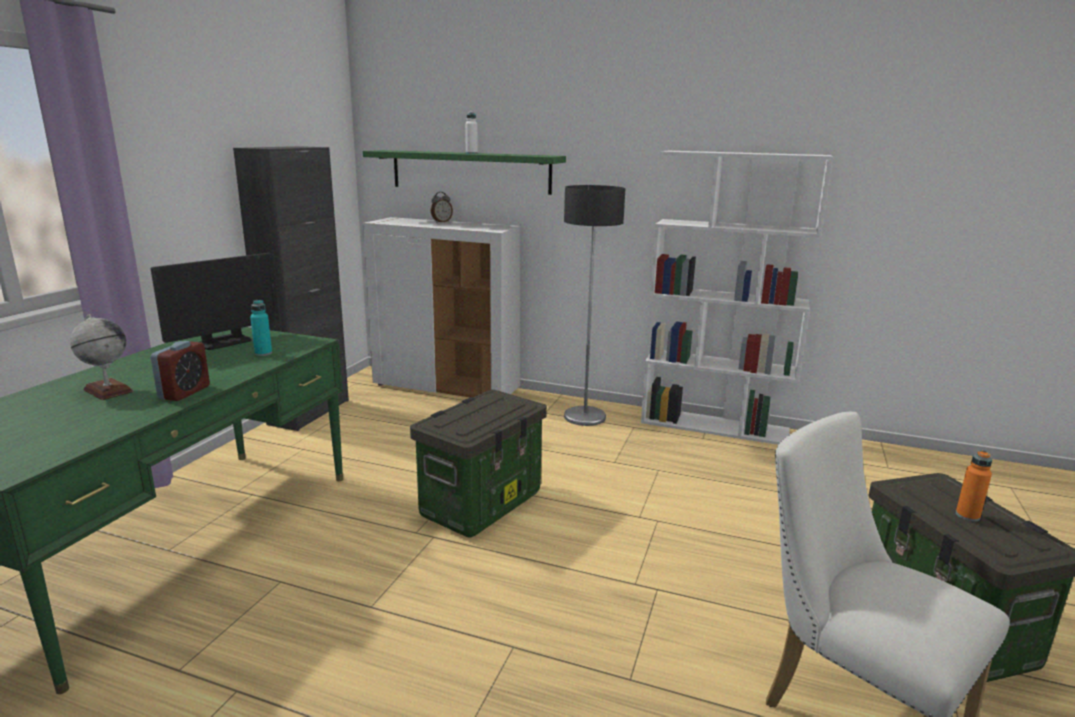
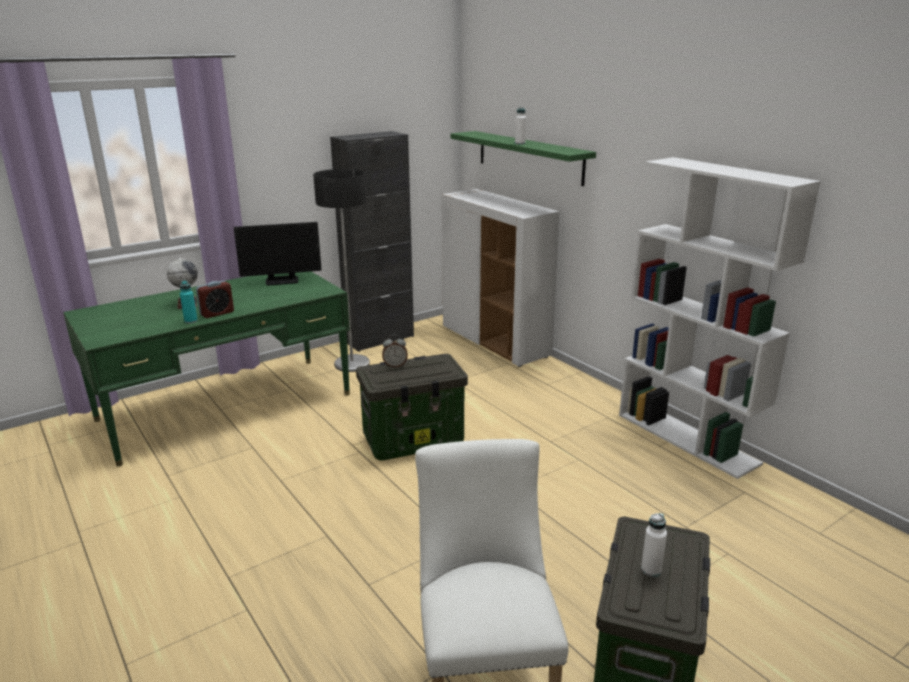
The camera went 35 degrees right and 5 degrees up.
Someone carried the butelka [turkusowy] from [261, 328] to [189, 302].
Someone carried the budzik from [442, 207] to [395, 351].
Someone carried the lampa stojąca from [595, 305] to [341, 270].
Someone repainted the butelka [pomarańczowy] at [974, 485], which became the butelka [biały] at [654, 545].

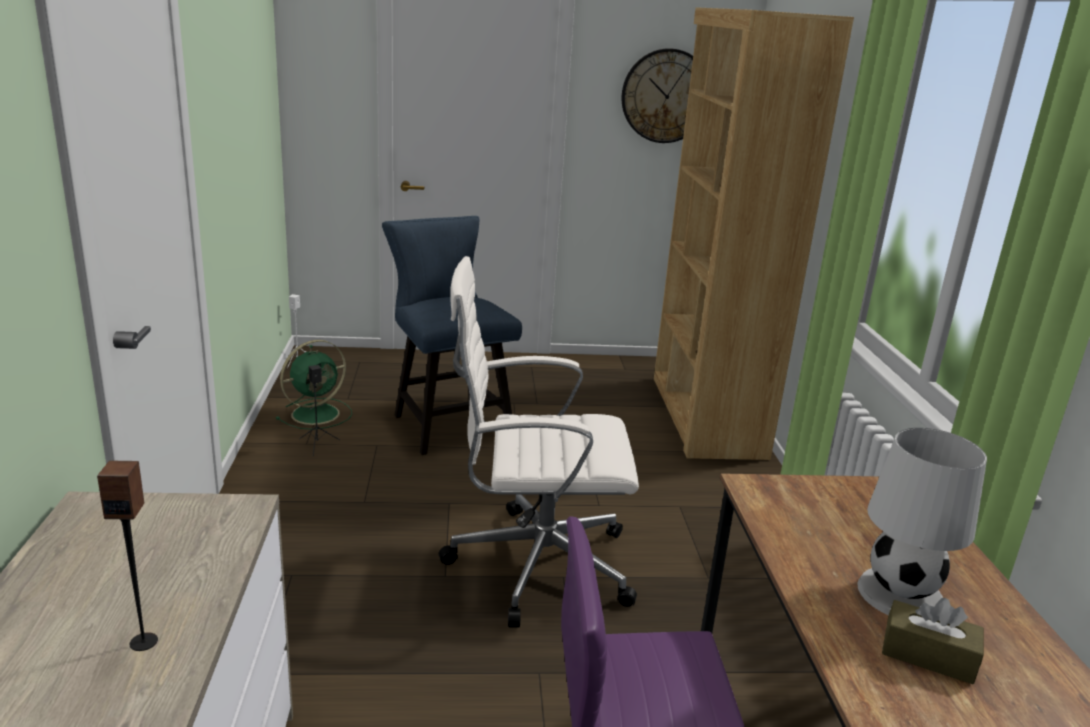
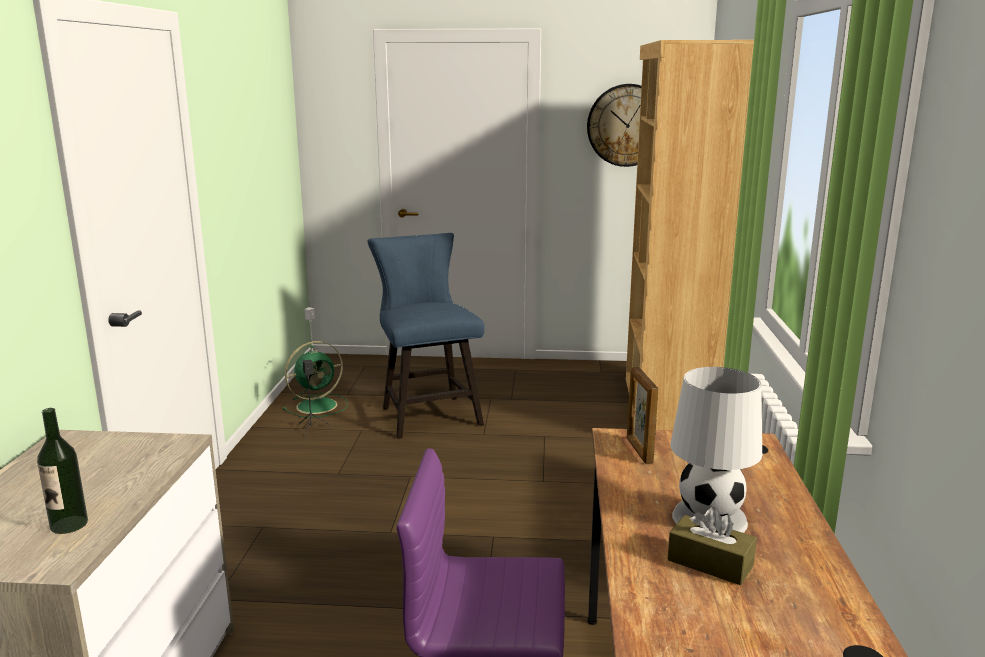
The camera went 10 degrees right and 5 degrees down.
Someone took away the krzesło biurowe [biały] at [539, 442].
Someone put down the ramka na zdjęcie at [642, 415].
Someone swapped the głośnik at [127, 555] for the butelka at [62, 471].

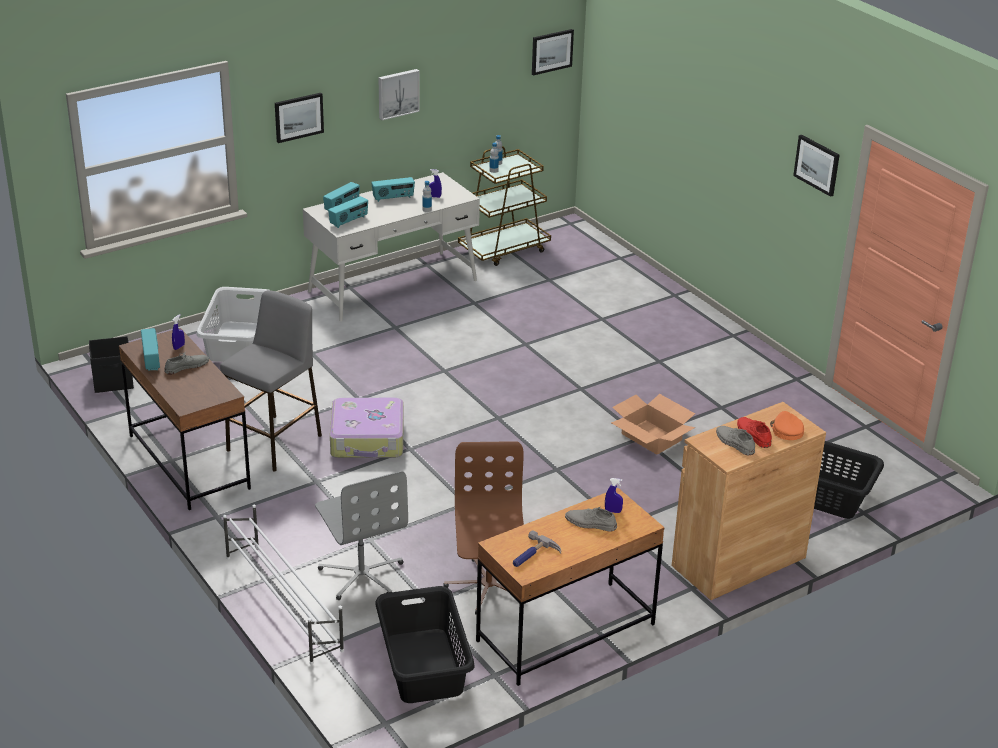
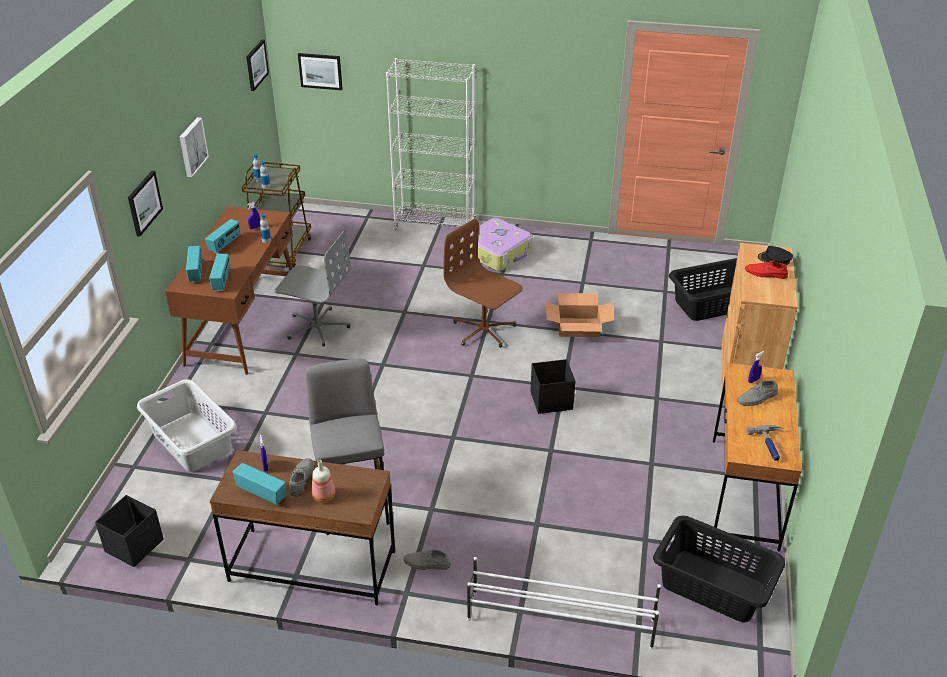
The camera went 45 degrees left and 5 degrees up.
Someone put down the butelka at [323, 481].
Someone put down the regał [biały] at [431, 144].
Someone put down the pojemnik do przechowywania [czarny] at [552, 386].
Someone carried the krzesło biurowe [szary] from [361, 535] to [313, 288].
Someone carried the walizka from [367, 428] to [497, 244].
Someone carried the krzesło biurowe [brązowy] from [485, 527] to [483, 283].
Someone carried the but [szary] from [735, 440] to [427, 559].
Someone carried the obraz from [816, 166] to [320, 71].
Someone repainted the biurko [biały] at [391, 247], which became the biurko [brązowy] at [229, 290].
Someone repainted the czapka z daszkiem [pomarańczowy] at [787, 425], which became the czapka z daszkiem [czarny] at [775, 256].

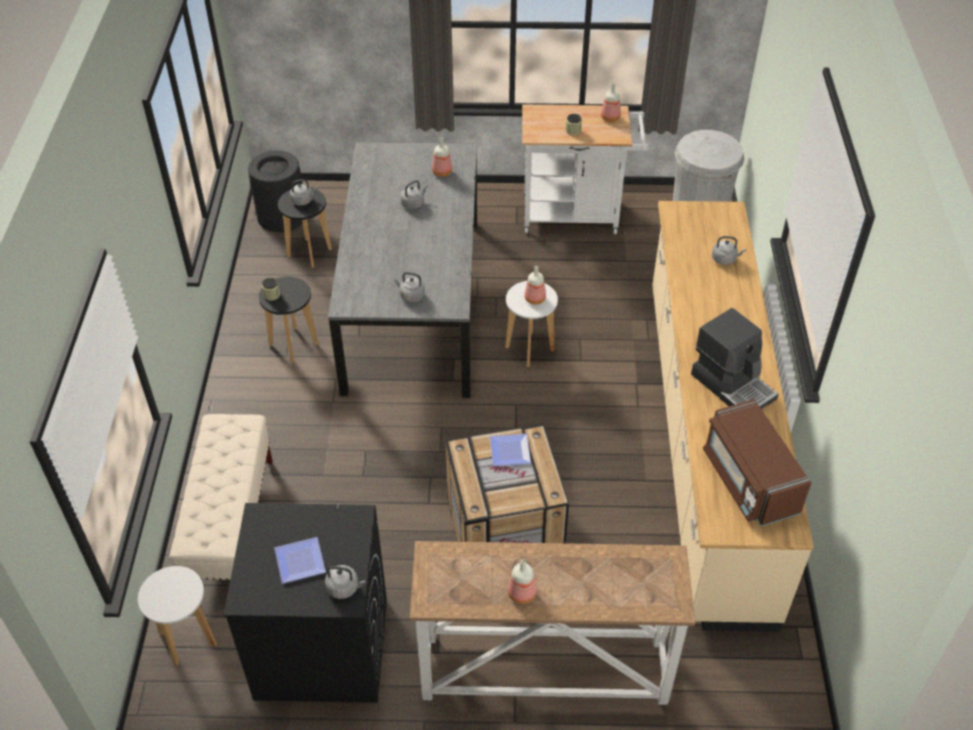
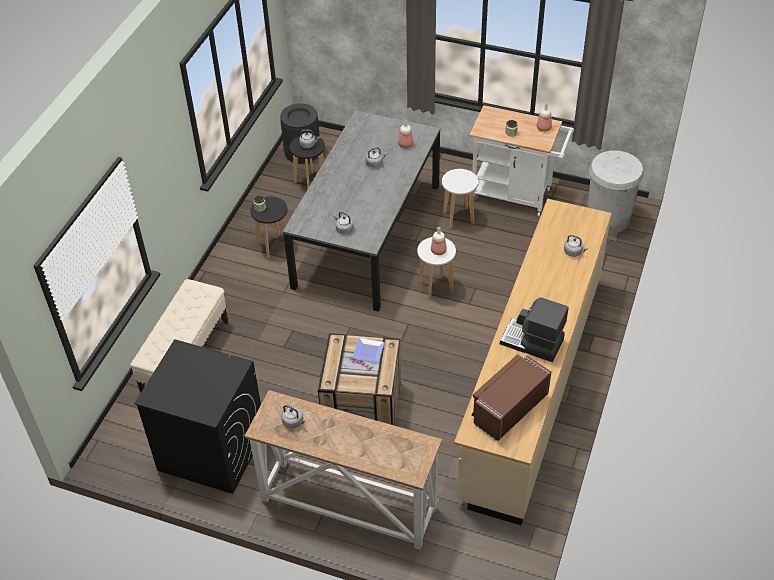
The camera went 20 degrees right and 0 degrees up.
Someone took away the talerz at [300, 560].
Someone took away the butelka at [522, 581].
Someone carried the stołek [biały] from [177, 616] to [460, 199].
Someone carried the czajnik [szary] from [345, 582] to [293, 417].
Someone rotated the ekspres do kawy at [735, 358] by 135 degrees clockwise.
Someone rotated the mikrofalówka [brązowy] at [757, 462] by 45 degrees clockwise.

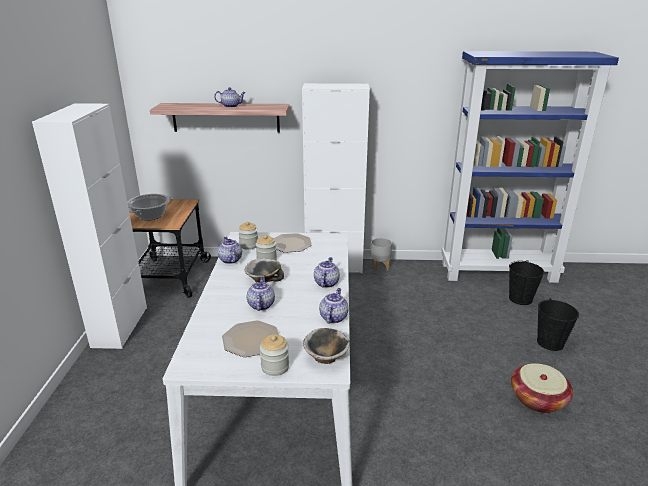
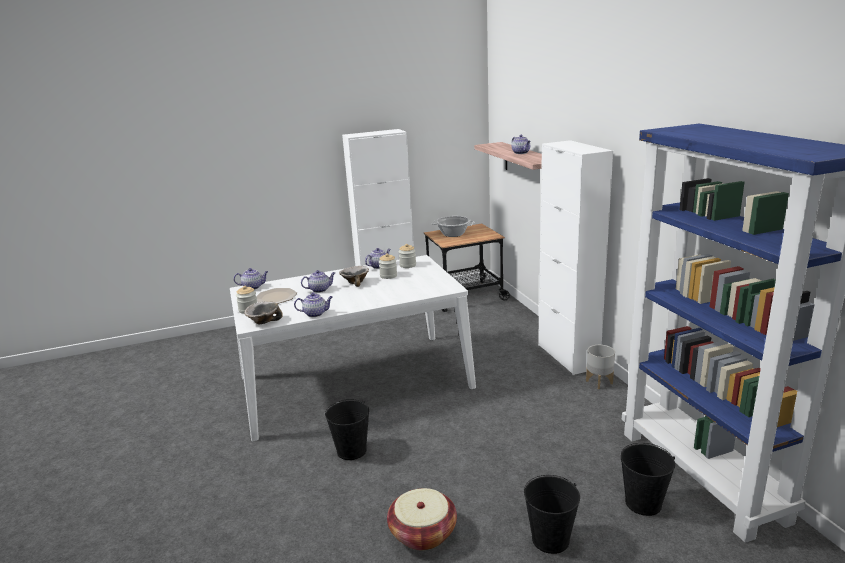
The camera went 70 degrees right and 5 degrees down.
Someone took away the talerz at [293, 243].
Someone put down the wiadro [czarny] at [347, 429].
Someone carried the imbryk from [327, 272] to [251, 279].

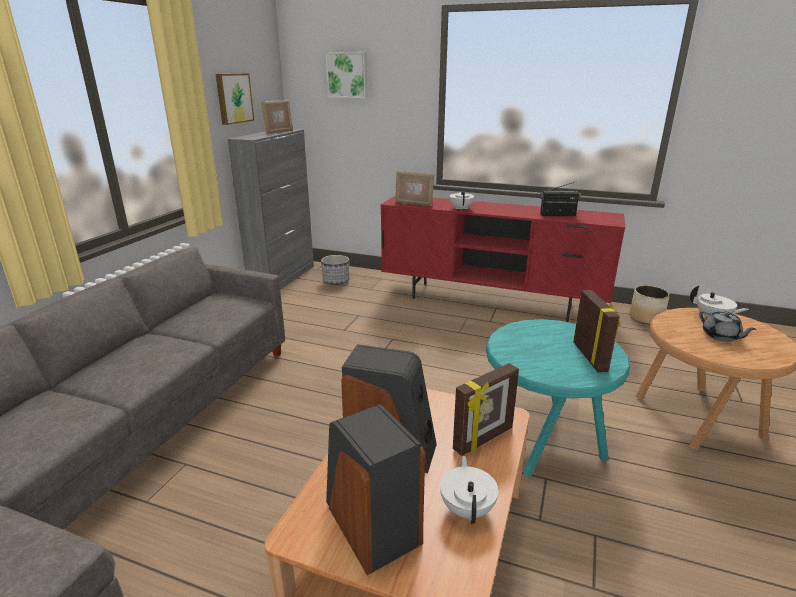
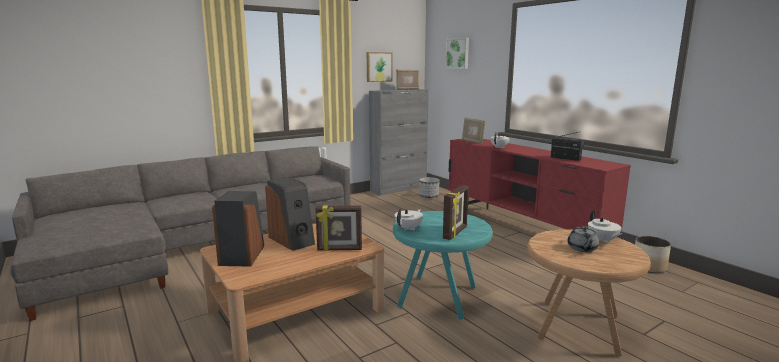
The camera went 35 degrees right and 10 degrees down.
Someone carried the imbryk [biały] from [469, 490] to [409, 220].

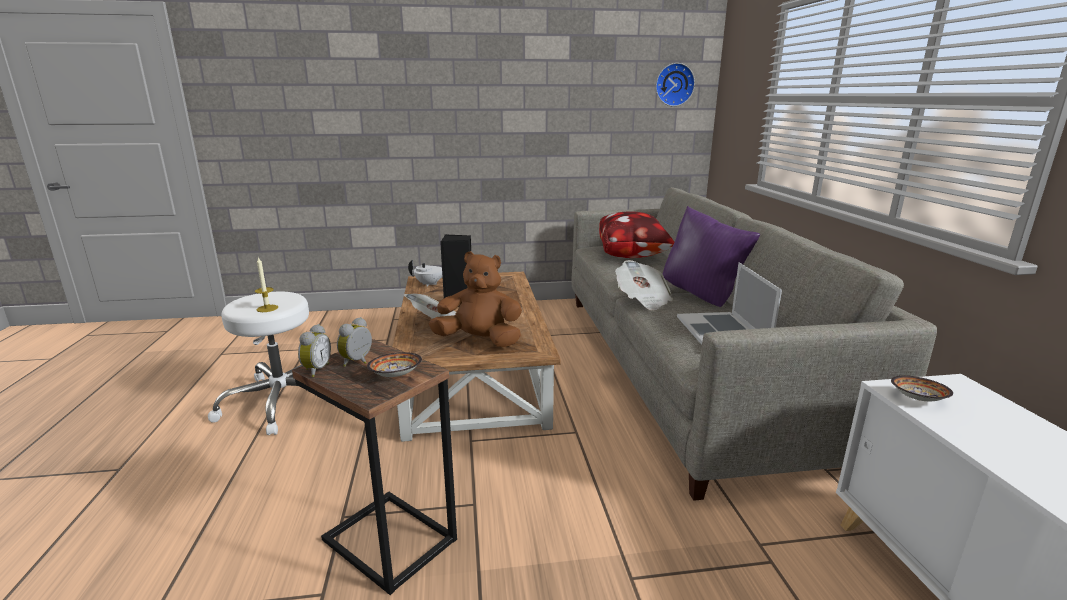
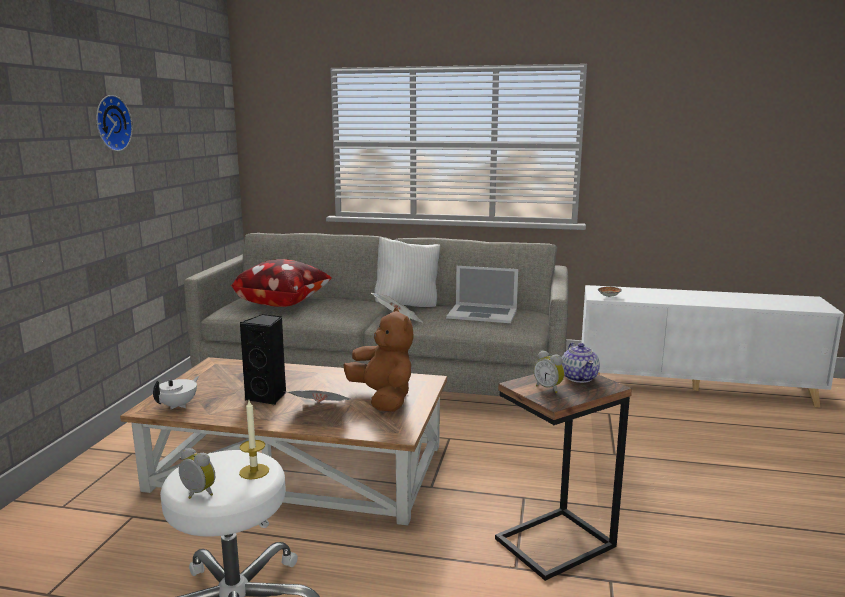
The camera went 70 degrees left and 5 degrees down.
Someone carried the budzik from [314, 350] to [197, 473].
Someone carried the zegar ścienny from [675, 84] to [114, 123].
Someone swapped the miska at [394, 364] for the imbryk at [581, 362].
Someone repainted the poduszka [fioletowy] at [711, 256], which became the poduszka [biały] at [407, 272].
Someone rotated the pluszak [brązowy] at [475, 299] by 120 degrees clockwise.

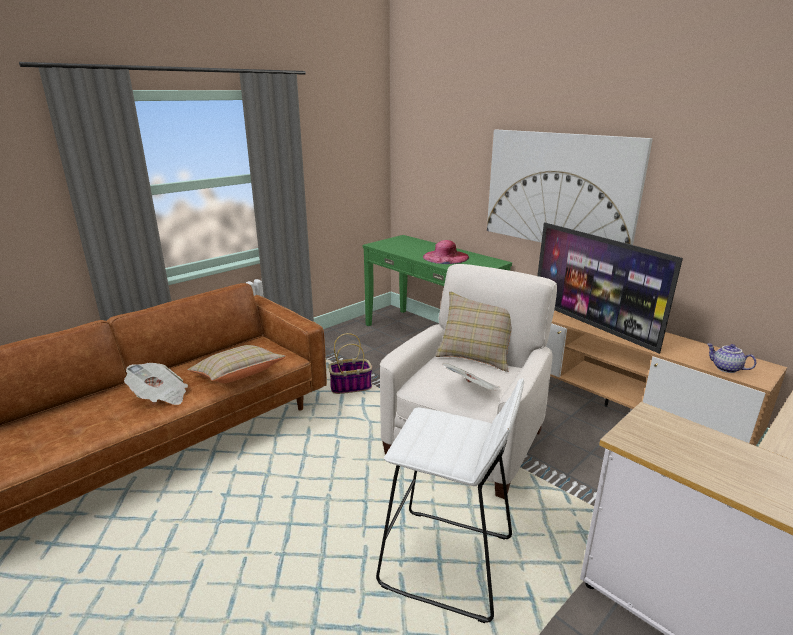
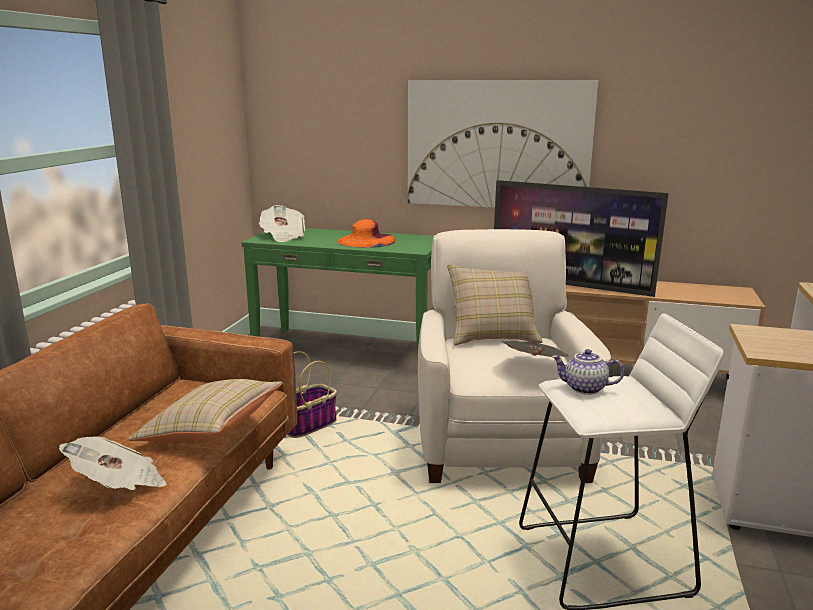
The camera went 30 degrees left and 5 degrees down.
Someone put down the gazeta at [282, 223].
Someone carried the imbryk from [731, 358] to [587, 372].
Someone repainted the kapelusz [różowy] at [446, 252], which became the kapelusz [pomarańczowy] at [366, 233].

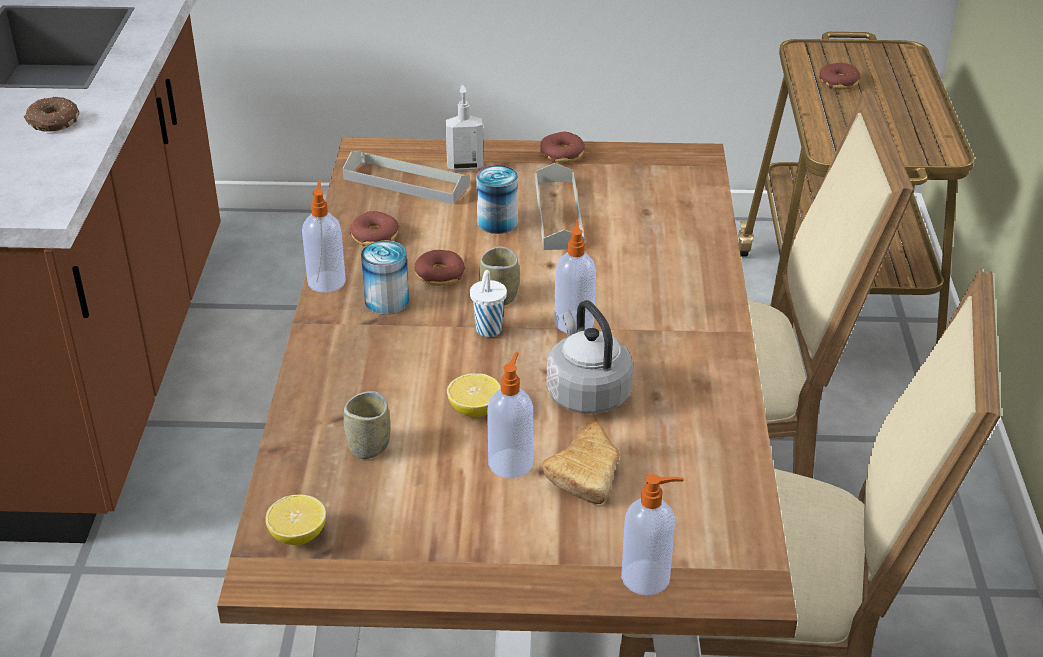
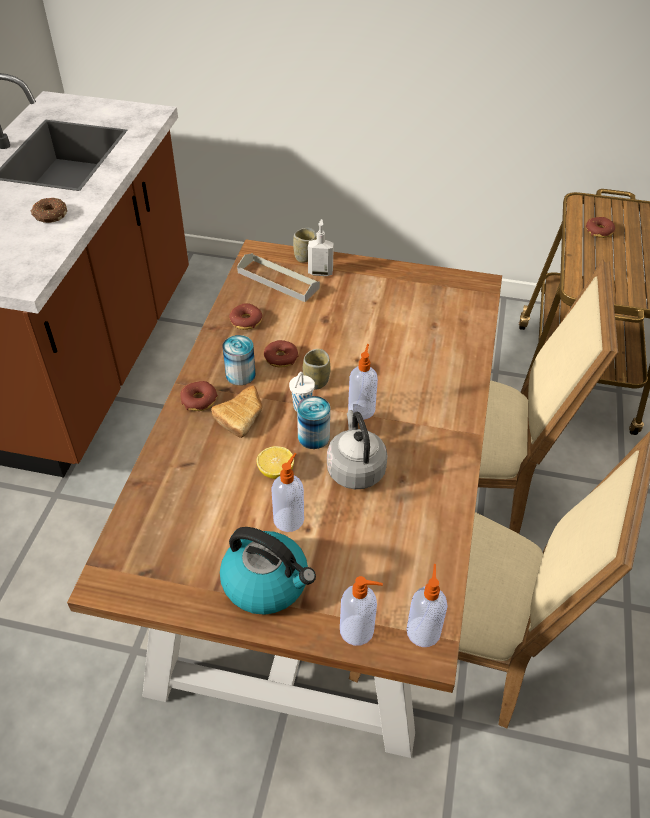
The camera went 10 degrees right and 10 degrees up.
Someone took away the cytryna at [295, 519].
Someone took away the taca [szary] at [559, 206].
Someone put down the czajnik at [268, 571].
Someone carried the dozownik mydła from [324, 237] to [427, 605].
Someone carried the filiżanka from [367, 425] to [305, 245].
Someone carried the puszka from [497, 199] to [313, 422].
Someone carried the donut from [562, 147] to [199, 396].
Someone carried the chleb from [581, 463] to [236, 411].

